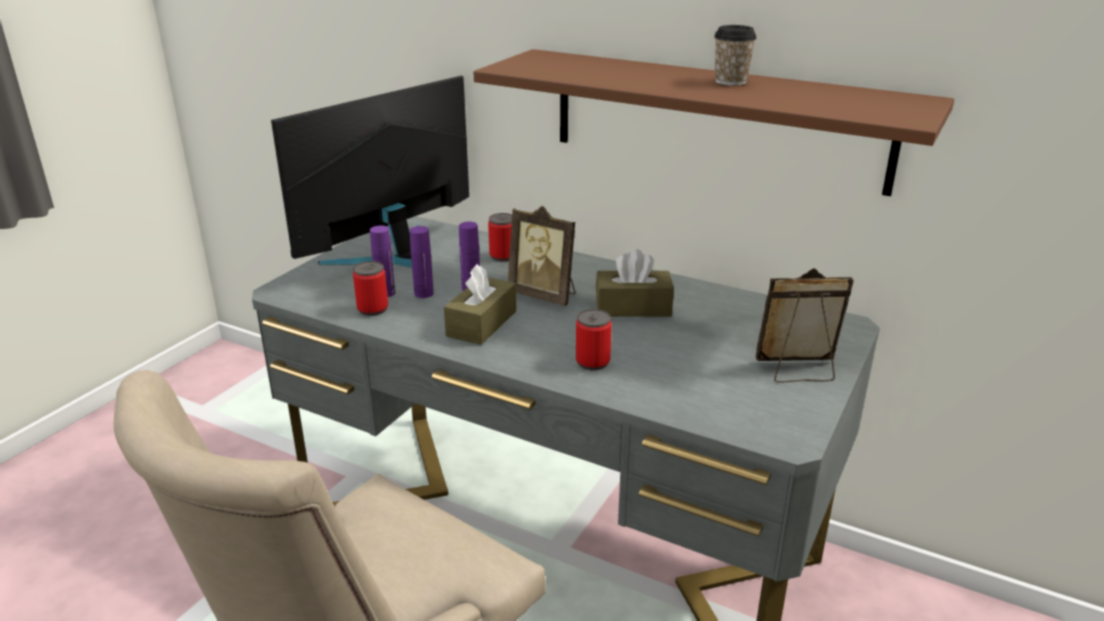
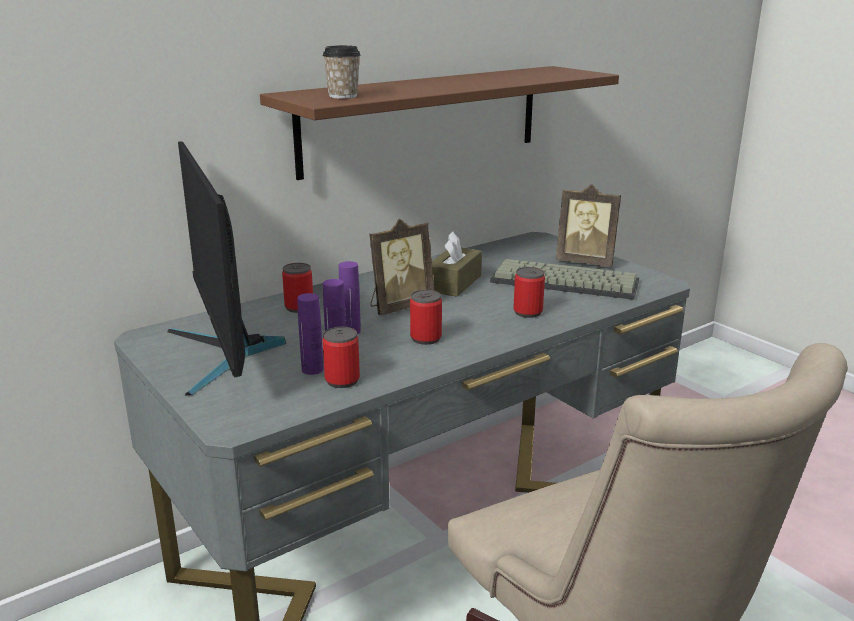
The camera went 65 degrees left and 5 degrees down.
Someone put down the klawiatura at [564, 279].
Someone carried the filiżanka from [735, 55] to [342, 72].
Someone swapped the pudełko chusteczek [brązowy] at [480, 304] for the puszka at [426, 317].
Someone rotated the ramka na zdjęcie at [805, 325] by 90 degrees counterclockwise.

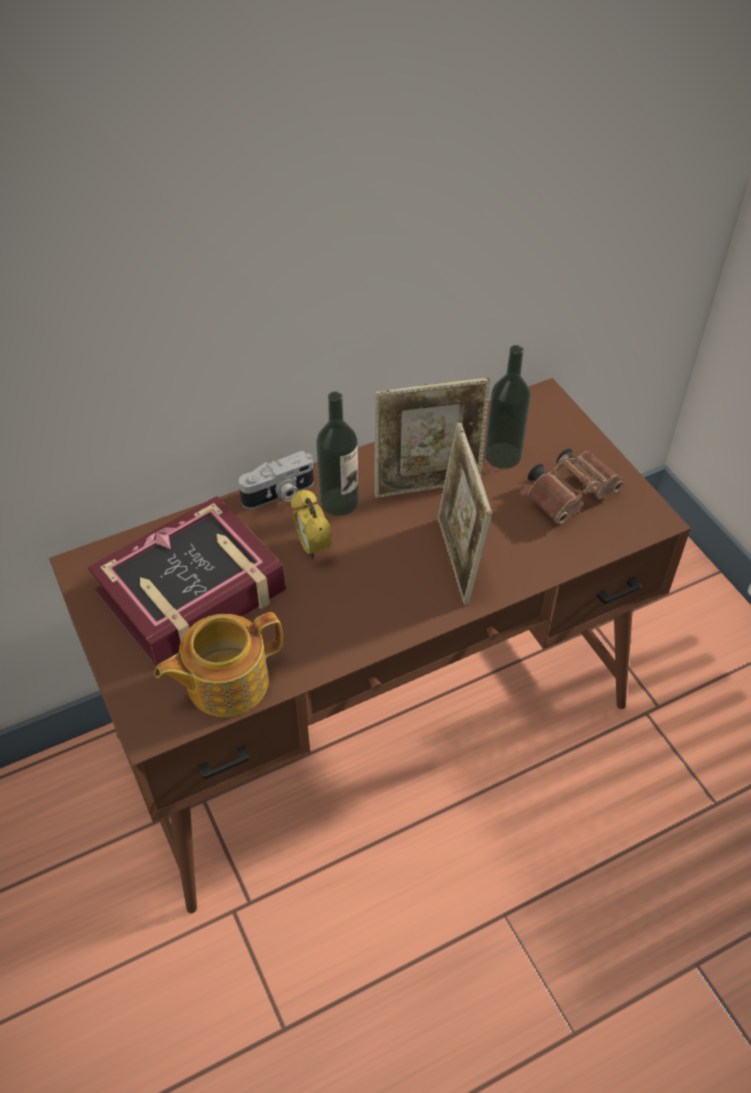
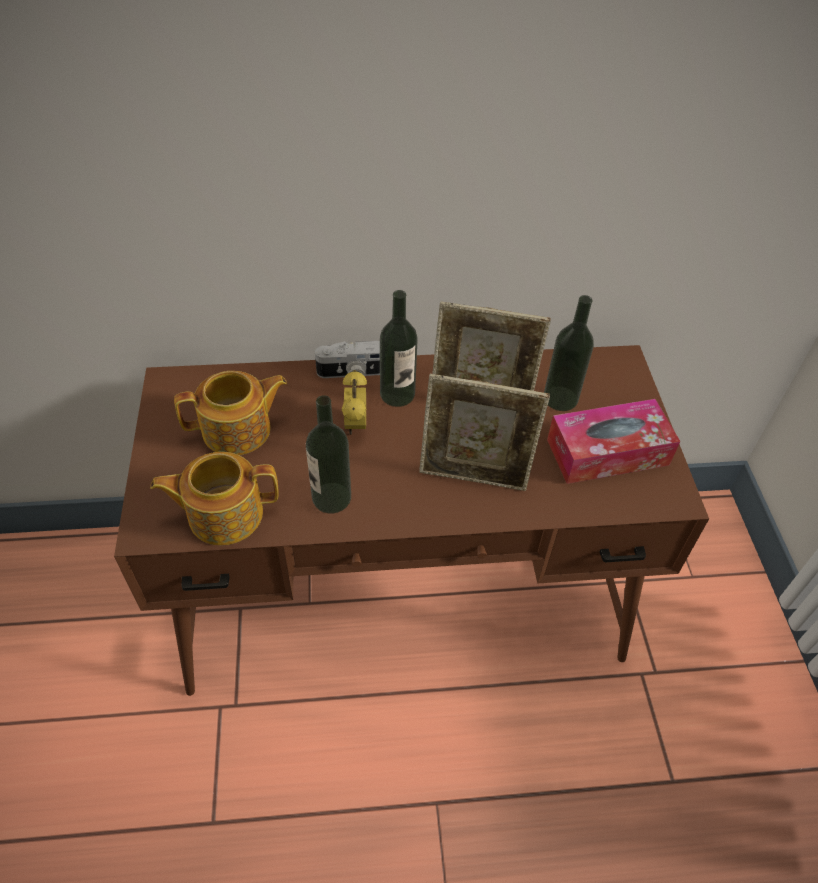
The camera went 20 degrees right and 0 degrees up.
Someone put down the butelka at [328, 454].
Someone swapped the książka at [187, 581] for the imbryk at [230, 413].
Someone swapped the lornetka [brązowy] at [576, 486] for the pudełko chusteczek at [613, 441].
Someone rotated the ramka na zdjęcie at [464, 514] by 90 degrees counterclockwise.

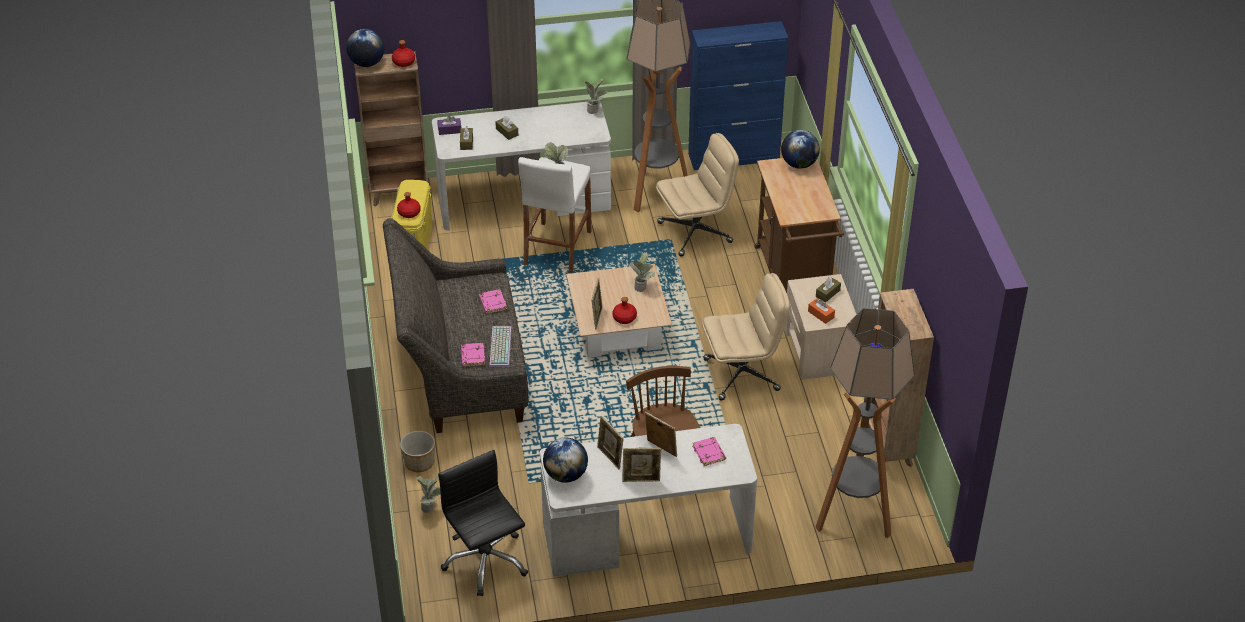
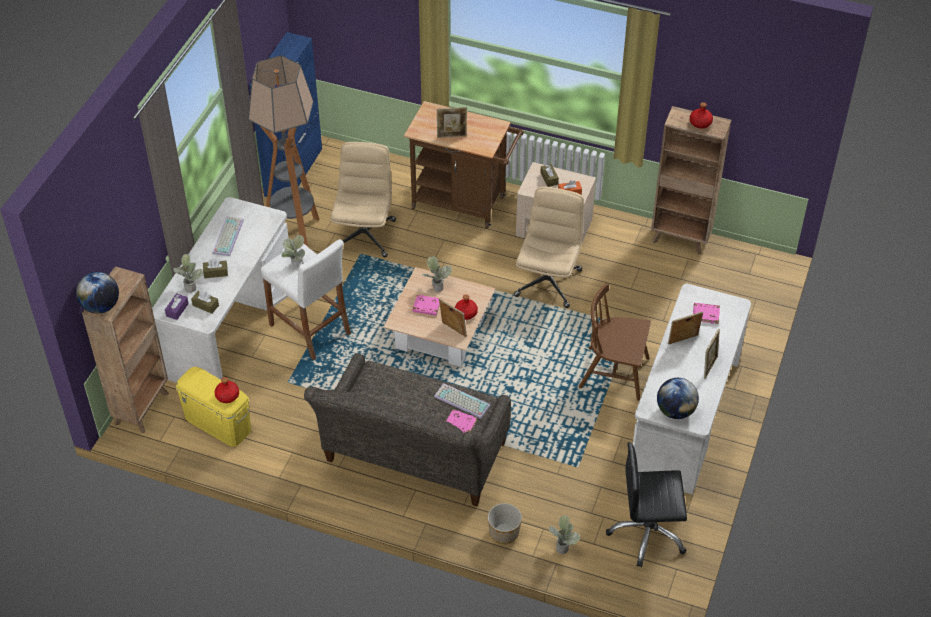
The camera went 60 degrees left and 5 degrees up.
Someone took away the globus at [800, 149].
Someone took away the lampa stojąca at [865, 423].
Someone put down the klawiatura at [228, 236].
Someone carried the butelka [czerwony] from [403, 53] to [701, 115].
Someone carried the książka [różowy] from [493, 301] to [427, 305].
Someone carried the roślina doniczkowa from [596, 96] to [188, 273].
Someone carried the ramka na zdjęcie from [610, 442] to [452, 122].

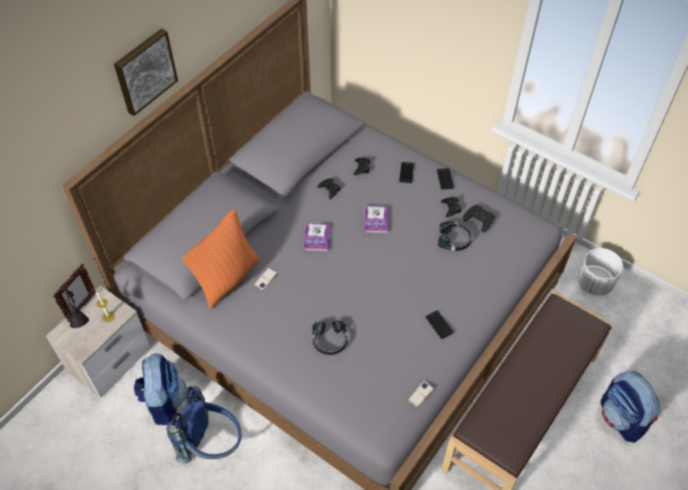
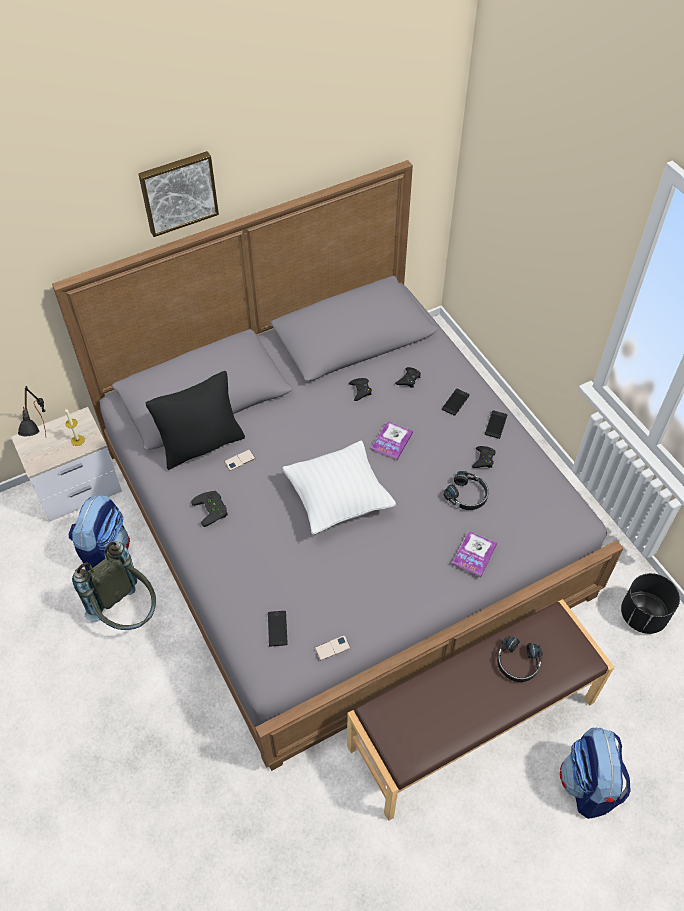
The camera went 25 degrees right and 0 degrees up.
Someone took away the ramka na zdjęcie at [74, 293].
Someone put down the poduszka [biały] at [339, 488].
Someone carried the książka from [317, 237] to [474, 554].
Someone carried the słuchawki [czarny] from [329, 337] to [520, 659].
Someone carried the telefon from [439, 324] to [278, 628].
Someone carried the pad do gier [czarny] from [478, 218] to [209, 509].
Someone repainted the plecak [niebieski] at [204, 425], which became the plecak [szary] at [114, 585].
Someone repainted the poduszka [pomarańczowy] at [221, 259], which became the poduszka [czarny] at [195, 420].
Someone repainted the donica [biały] at [600, 272], which became the donica [czarny] at [650, 603].

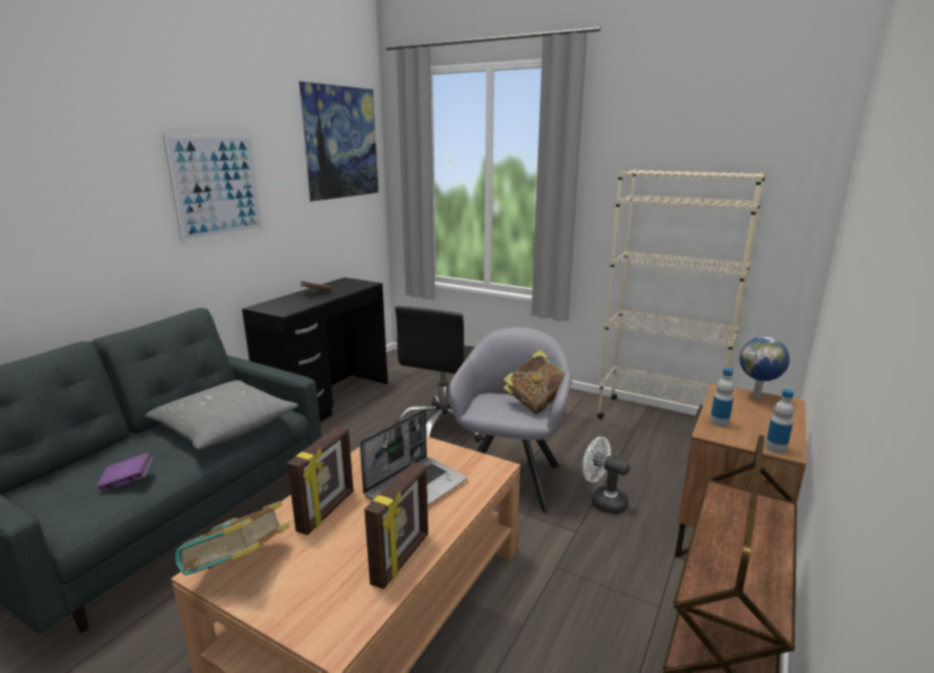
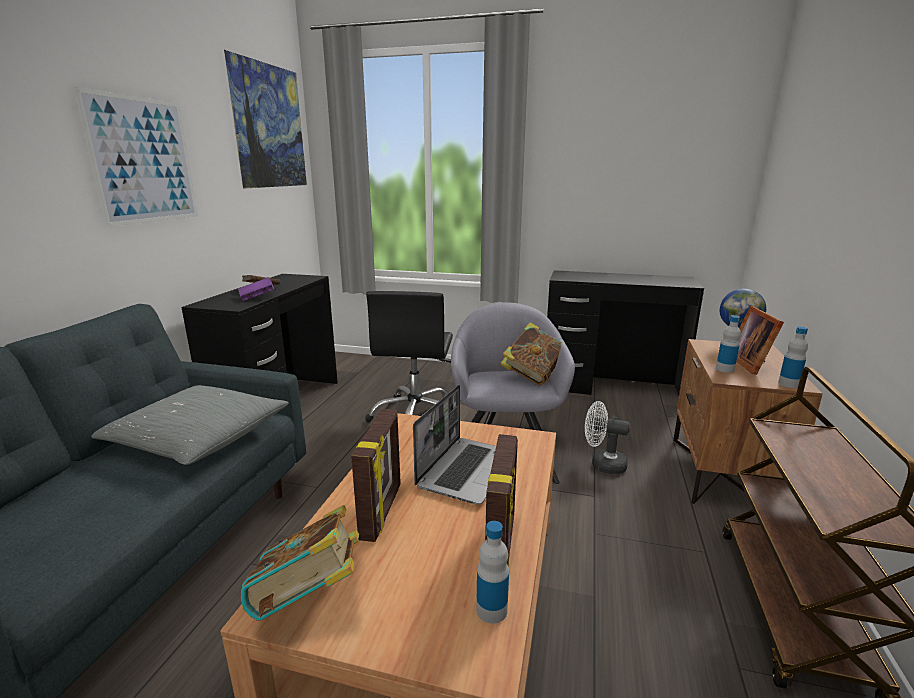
The camera went 15 degrees left and 0 degrees up.
Someone put down the butelka at [492, 572].
Someone put down the ramka na zdjęcie at [760, 340].
Someone carried the książka [fioletowy] from [124, 472] to [256, 289].
Someone swapped the regał [beżowy] at [681, 294] for the biurko [czarny] at [625, 333].

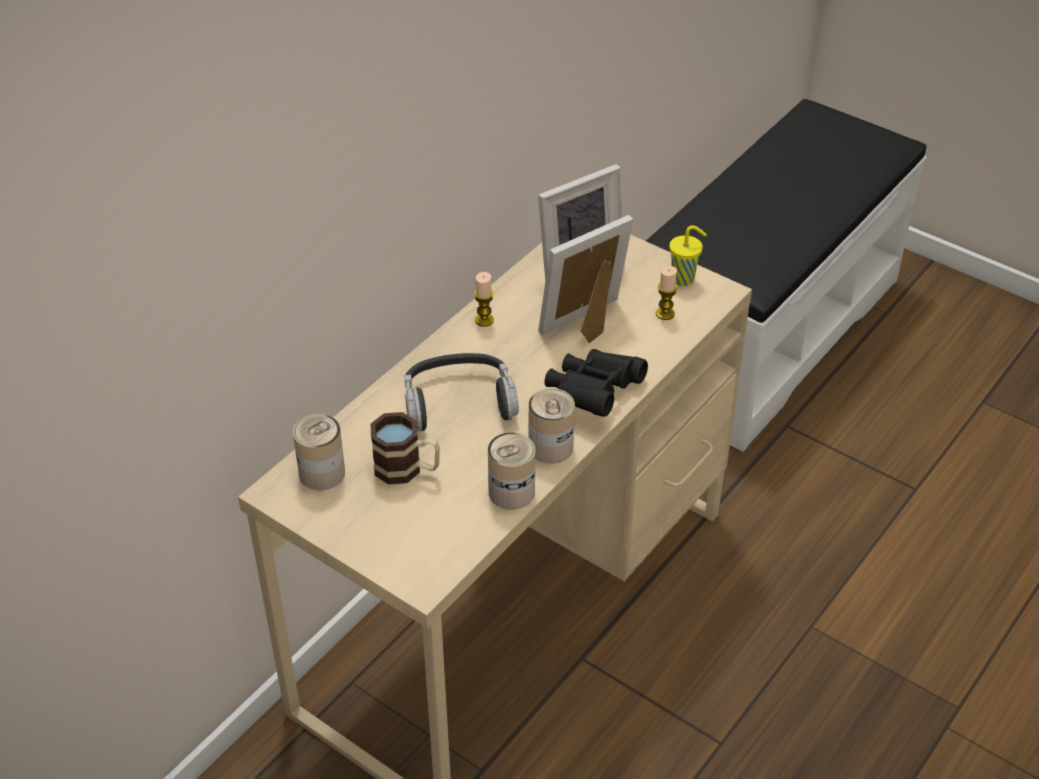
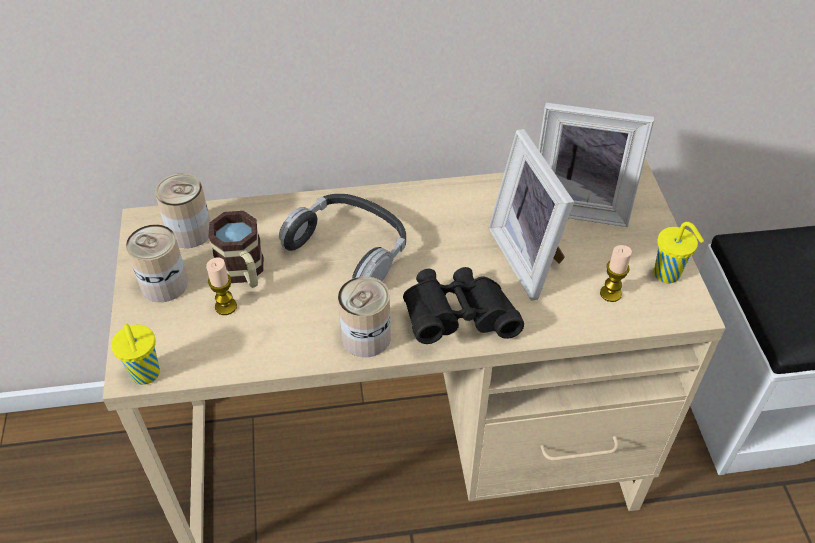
The camera went 45 degrees right and 5 degrees up.
Someone put down the filiżanka [żółty] at [135, 354].
Someone carried the świeca from [484, 299] to [221, 286].
Someone carried the puszka from [511, 471] to [157, 263].
Someone rotated the ramka na zdjęcie at [585, 279] by 120 degrees counterclockwise.

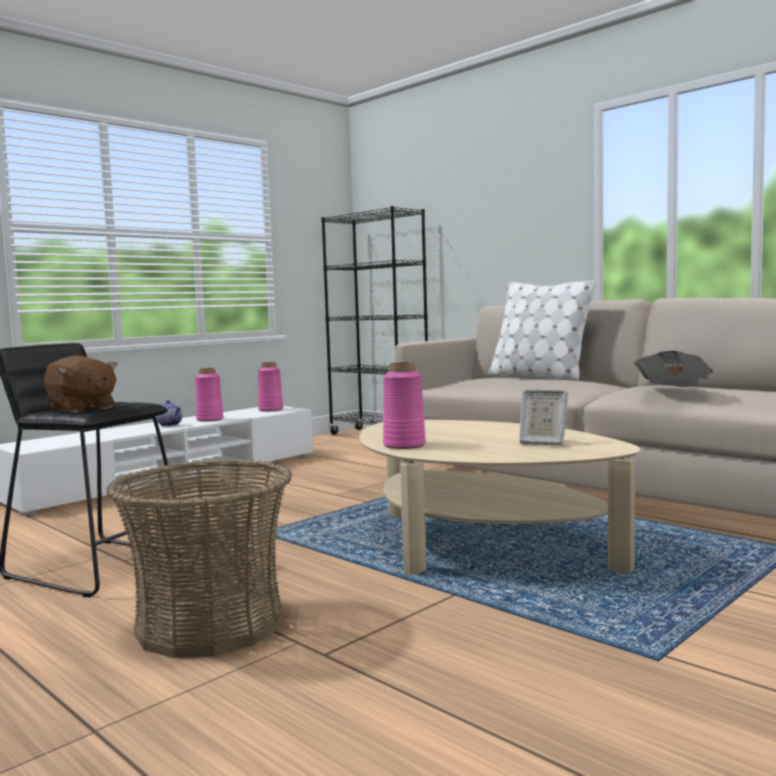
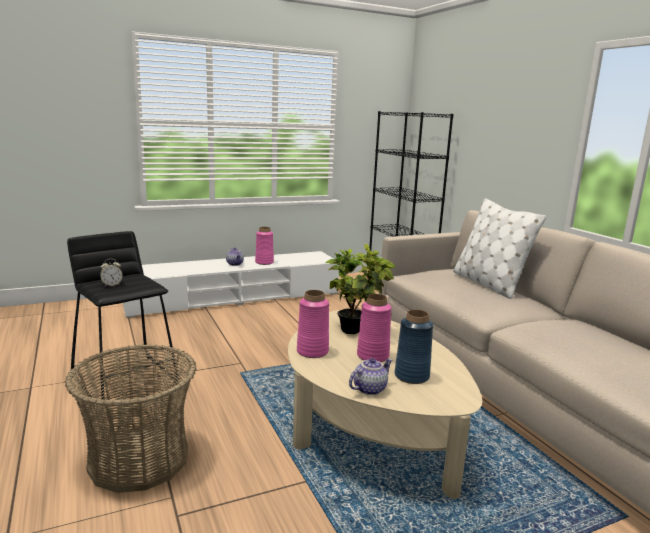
The camera went 20 degrees right and 10 degrees up.
Someone took away the gazeta at [673, 369].
Someone put down the roślina doniczkowa at [361, 289].
Someone put down the imbryk at [370, 376].
Someone carried the wazon [różowy] from [270, 387] to [374, 328].
Someone swapped the pluszak [brązowy] at [81, 384] for the budzik at [111, 272].
Someone swapped the ramka na zdjęcie at [543, 417] for the wazon [niebieski] at [414, 346].

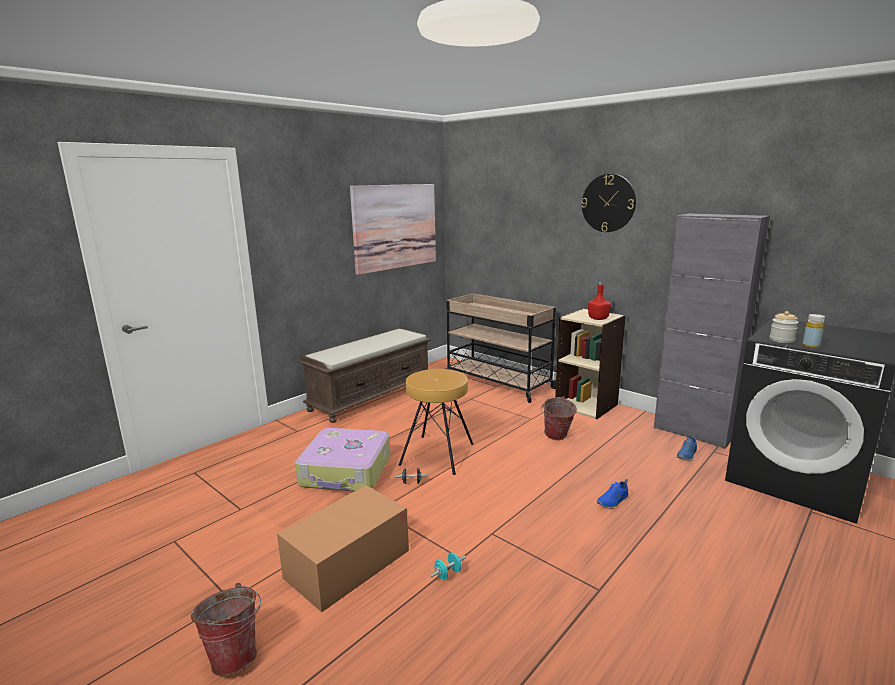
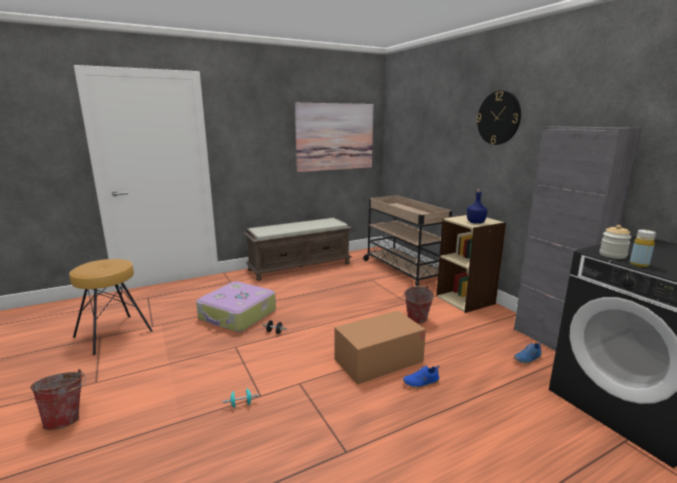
The camera went 20 degrees right and 0 degrees up.
Someone carried the karton from [343, 548] to [380, 347].
Someone carried the stołek [brązowy] from [436, 422] to [111, 307].
Someone repainted the butelka [czerwony] at [599, 301], which became the butelka [niebieski] at [477, 206].

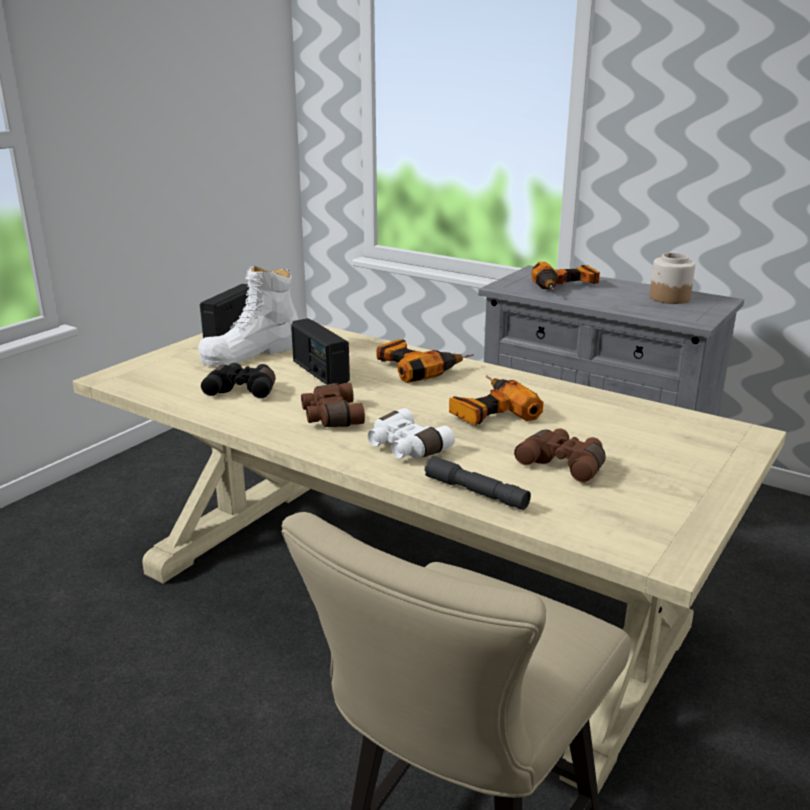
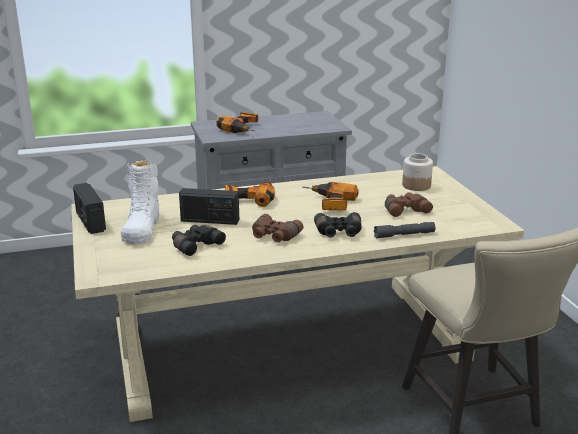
The camera went 50 degrees left and 0 degrees up.
Someone carried the słoik from [672, 278] to [417, 172].
Someone repainted the lornetka [biały] at [411, 433], which became the lornetka [czarny] at [338, 224].

